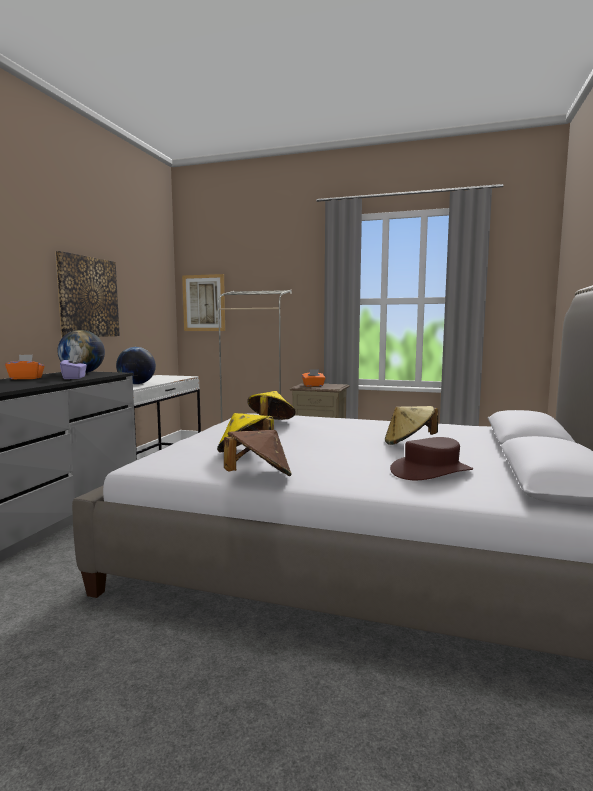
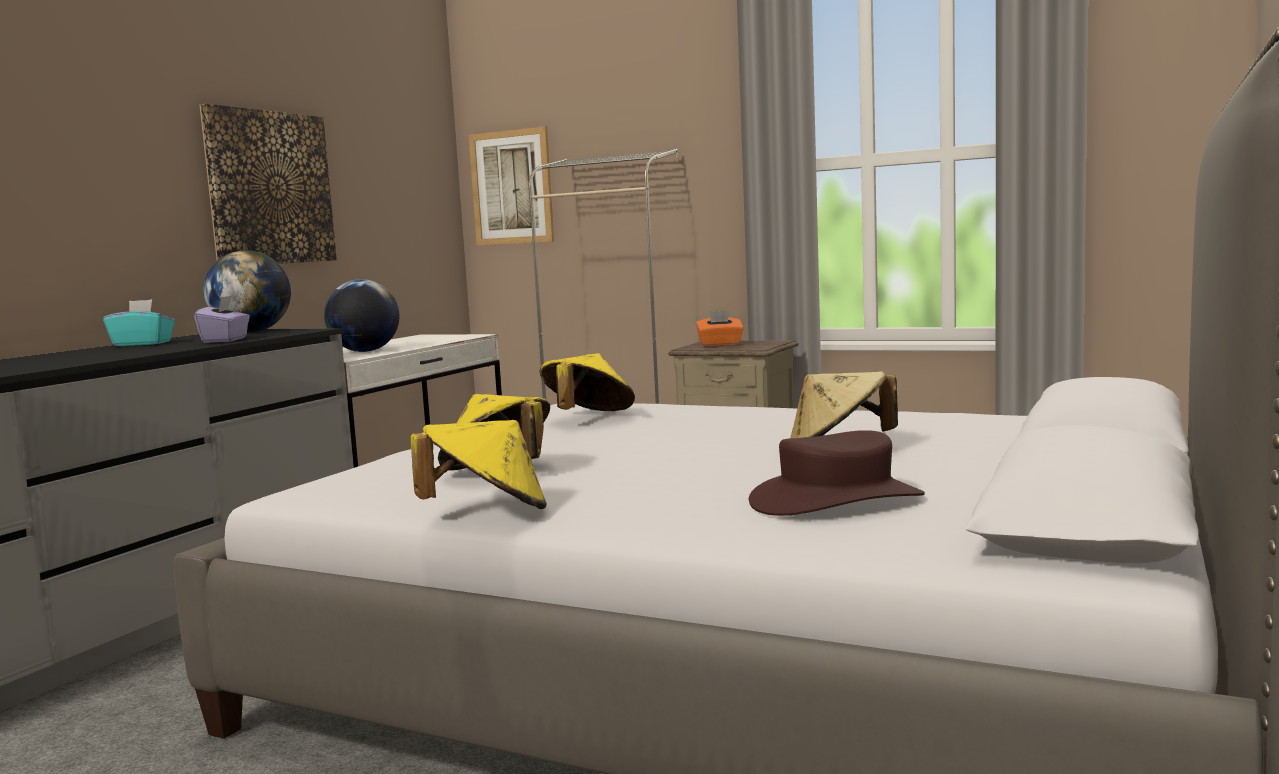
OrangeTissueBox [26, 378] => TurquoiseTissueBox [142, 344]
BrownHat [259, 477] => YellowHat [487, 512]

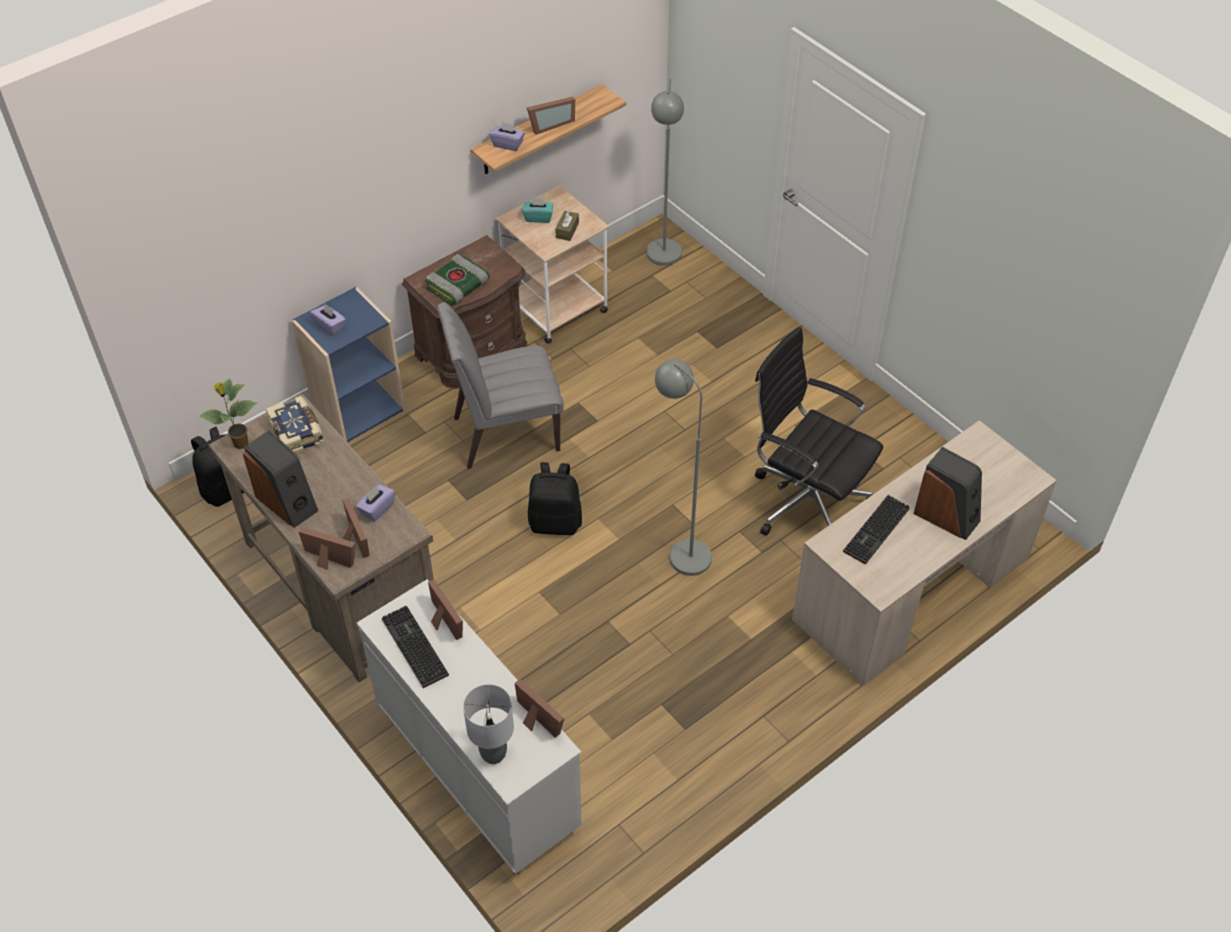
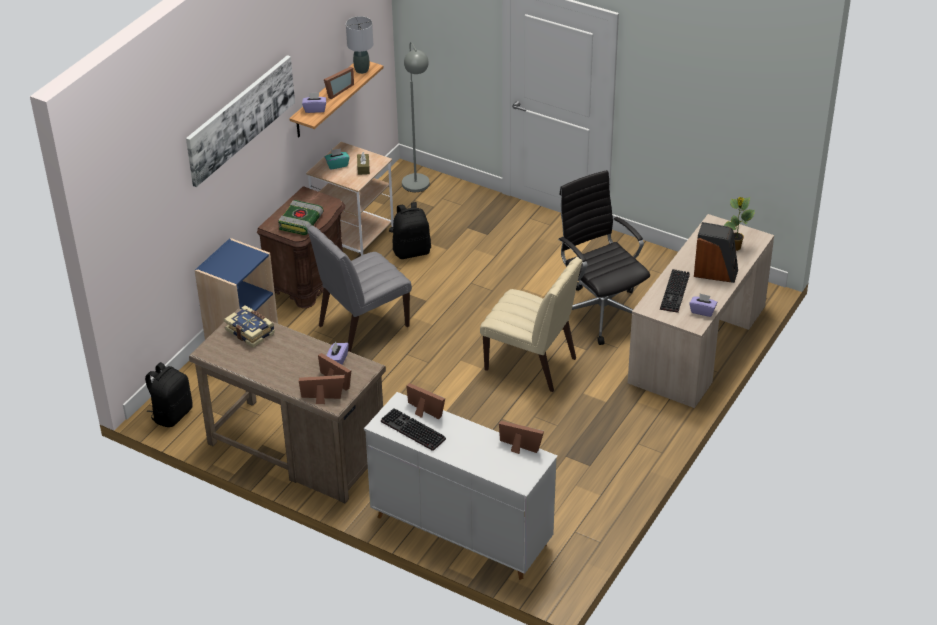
nothing => Picture [240, 119]
GreyTableLamp [493, 753] => GreyTableLamp [361, 70], relocated
BlackBackpack [555, 522] => BlackBackpack [412, 251], relocated
GreyFloorLamp [681, 551] => BeigeChair [530, 364]
BlackOfficeChair [806, 500] => BlackOfficeChair [600, 311], 45 degrees clockwise
PurpleTissueBox [330, 326] => PurpleTissueBox [702, 311], relocated
PottedPlant [240, 444] => PottedPlant [735, 248], relocated
Speaker [287, 502] => nothing

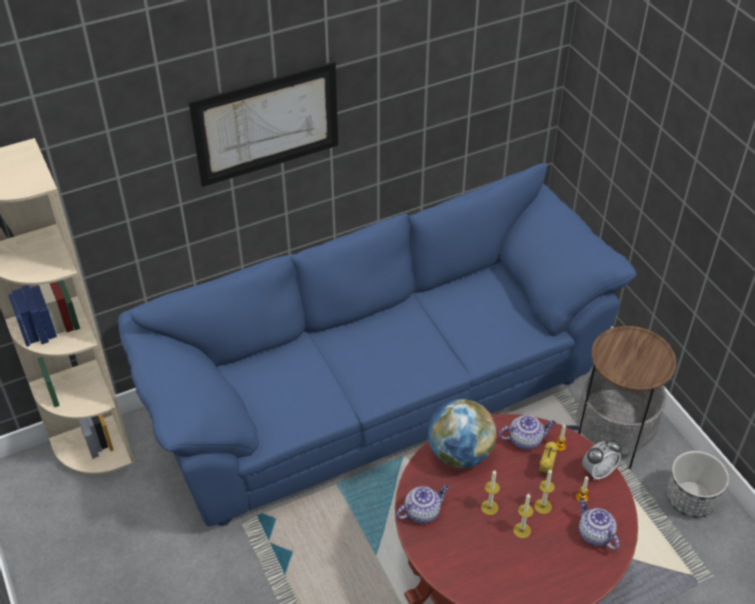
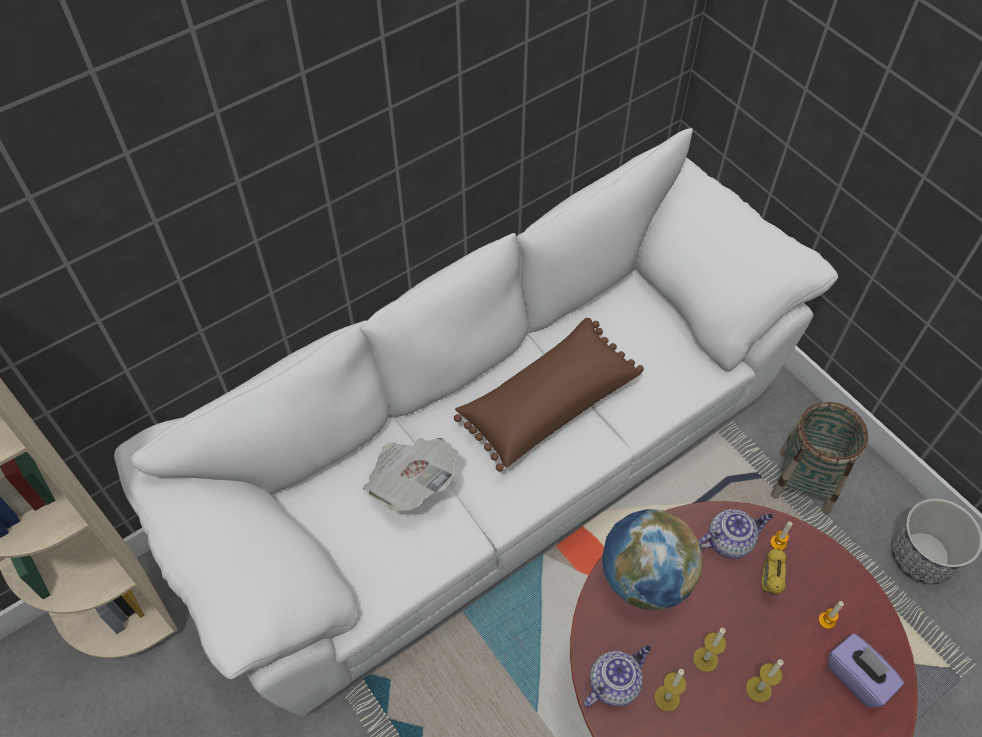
BlueSofa [378, 399] => WhiteSofa [492, 473]
nothing => Newspaper [411, 482]
nothing => BrownPillow [547, 403]
Candle [543, 506] => Candle [667, 698], relocated
SideTable [612, 437] => Basket [804, 481]
Teapot [594, 534] => PurpleTissueBox [858, 677]
Picture [266, 124] => nothing
AlarmClock [598, 471] => nothing

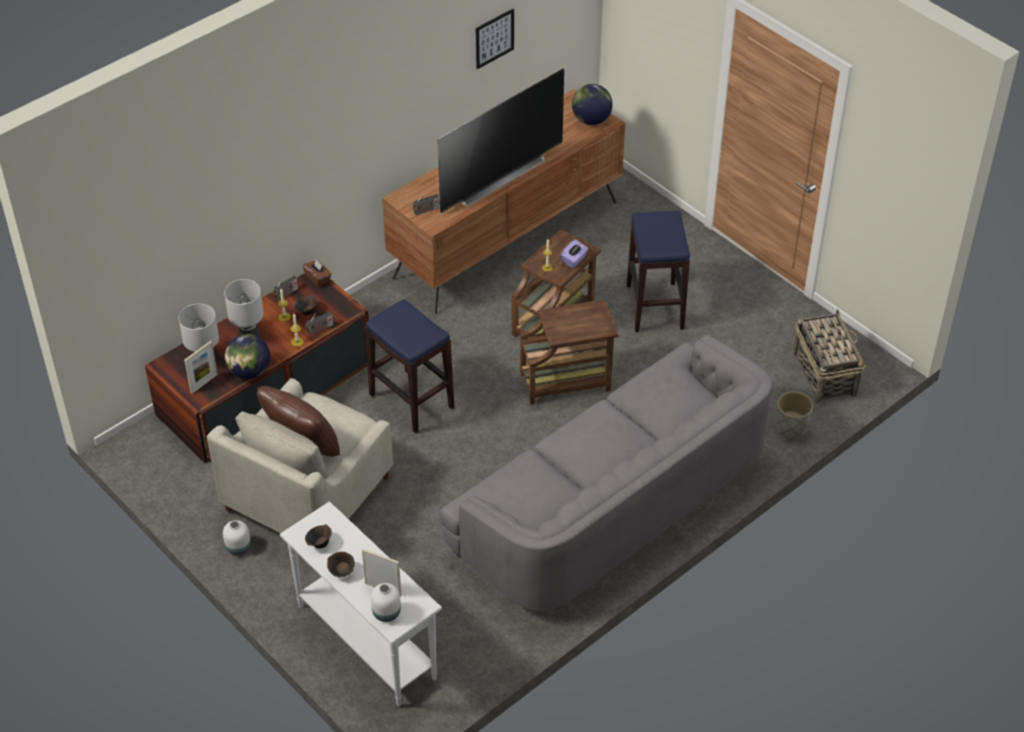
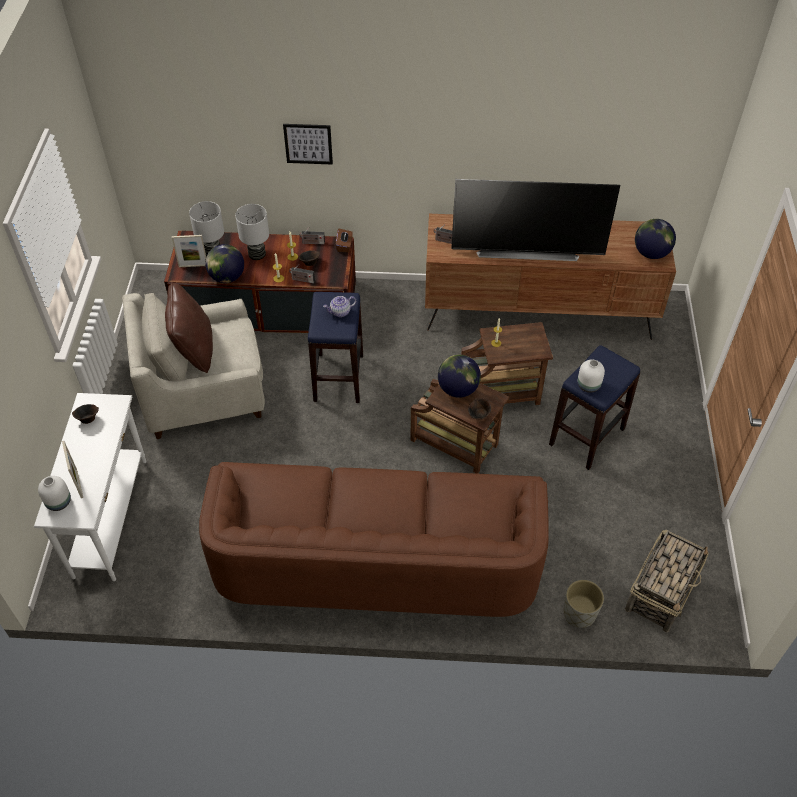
GreySofa [613, 503] => BrownSofa [376, 558]
Picture [494, 38] => Picture [308, 143], relocated
nothing => Teapot [340, 312]
nothing => Globe [458, 389]
BrownBowl [342, 572] => BrownBowl [479, 415], relocated
WhiteVase [237, 547] => WhiteVase [588, 385], relocated
PurpleTissueBox [574, 260] => nothing

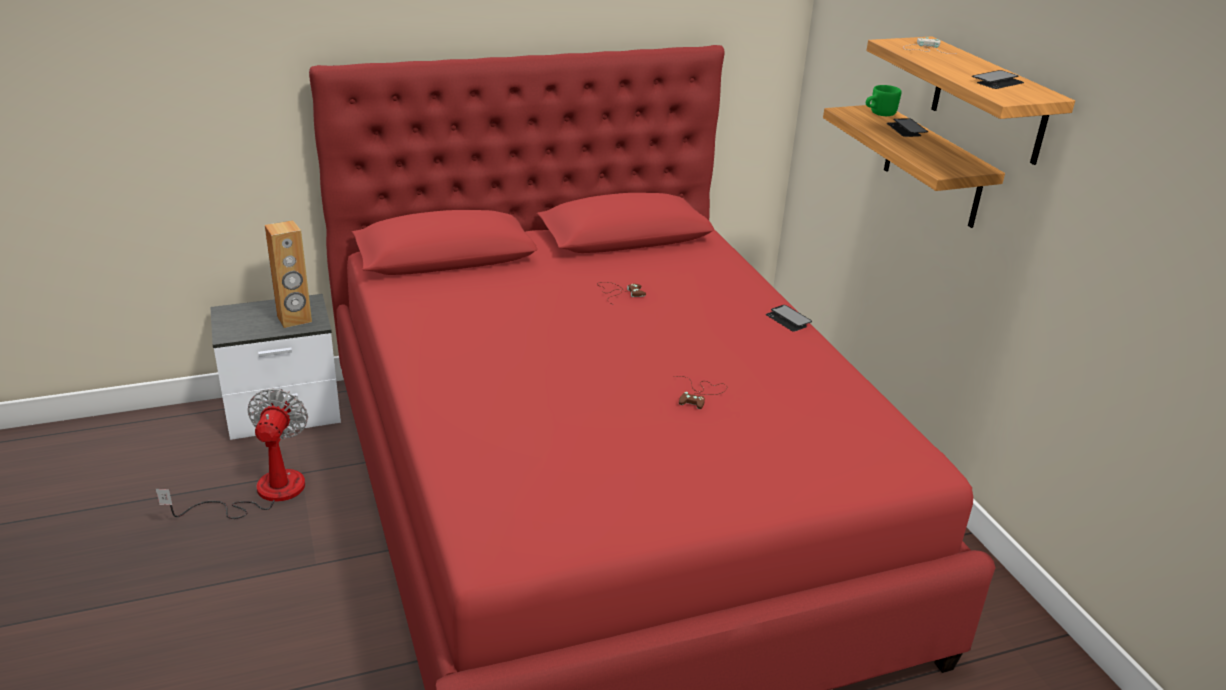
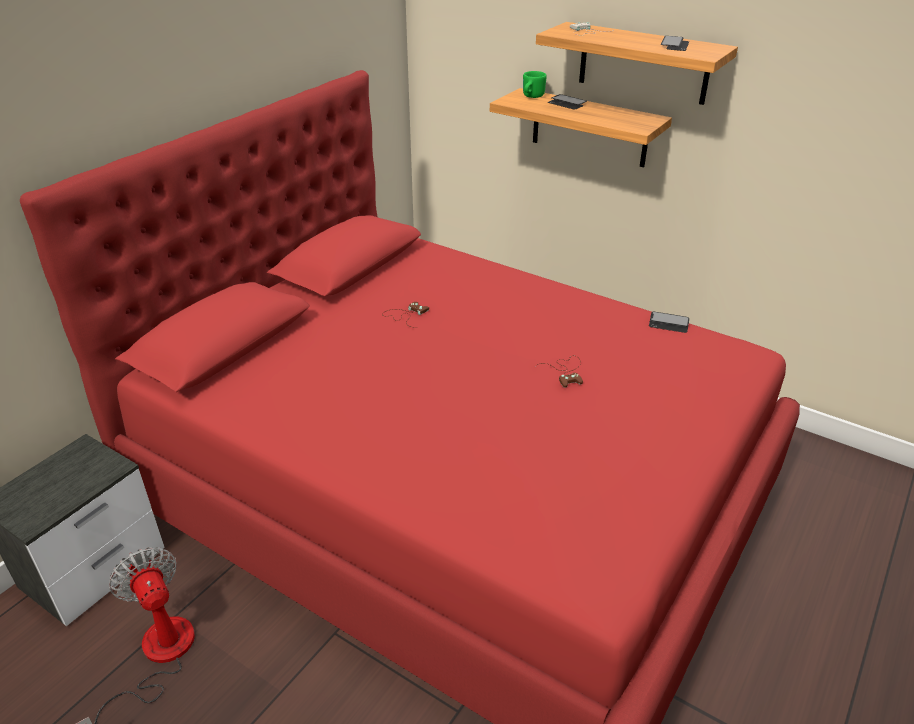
Phone [788, 319] => Phone [668, 323], relocated
BrownSpeaker [294, 319] => nothing

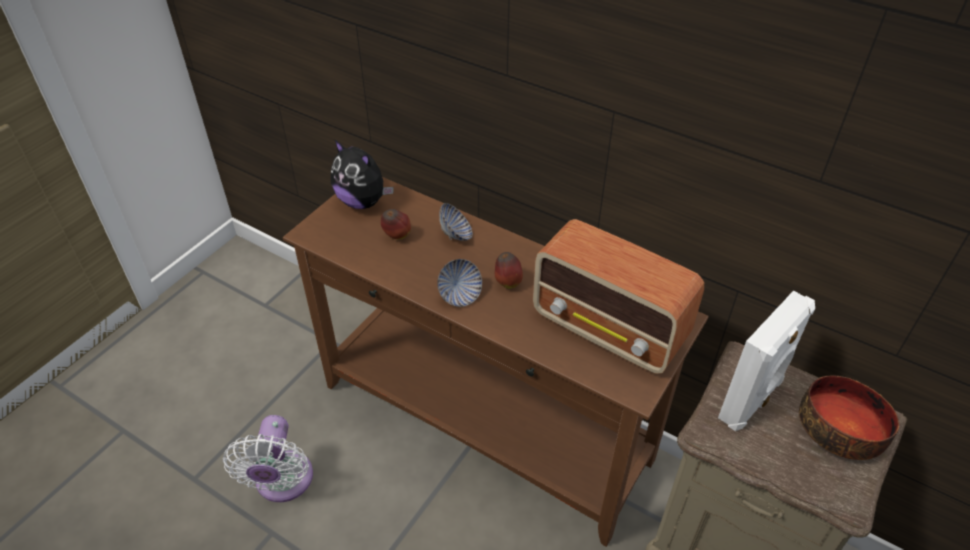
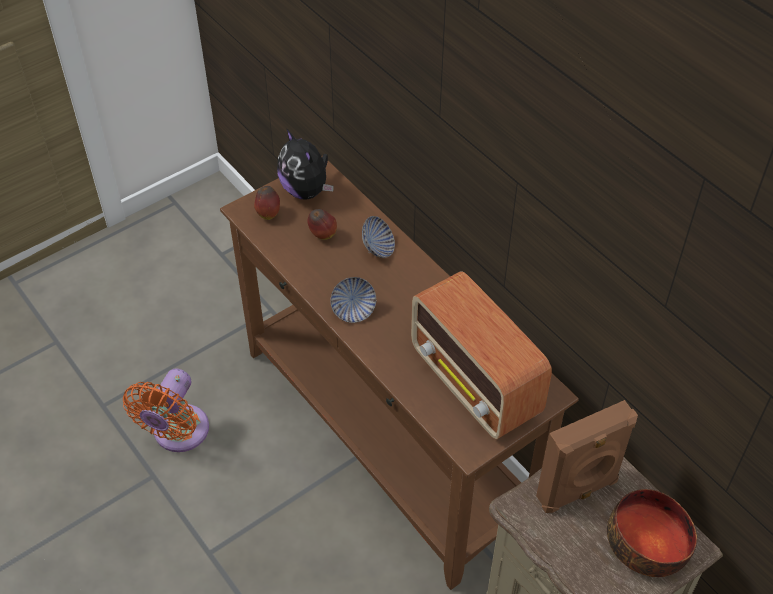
WhiteFan [282, 483] => OrangeFan [178, 434]
Apple [507, 283] => Apple [268, 214], relocated
WhiteSpeaker [752, 400] => BrownSpeaker [578, 491]

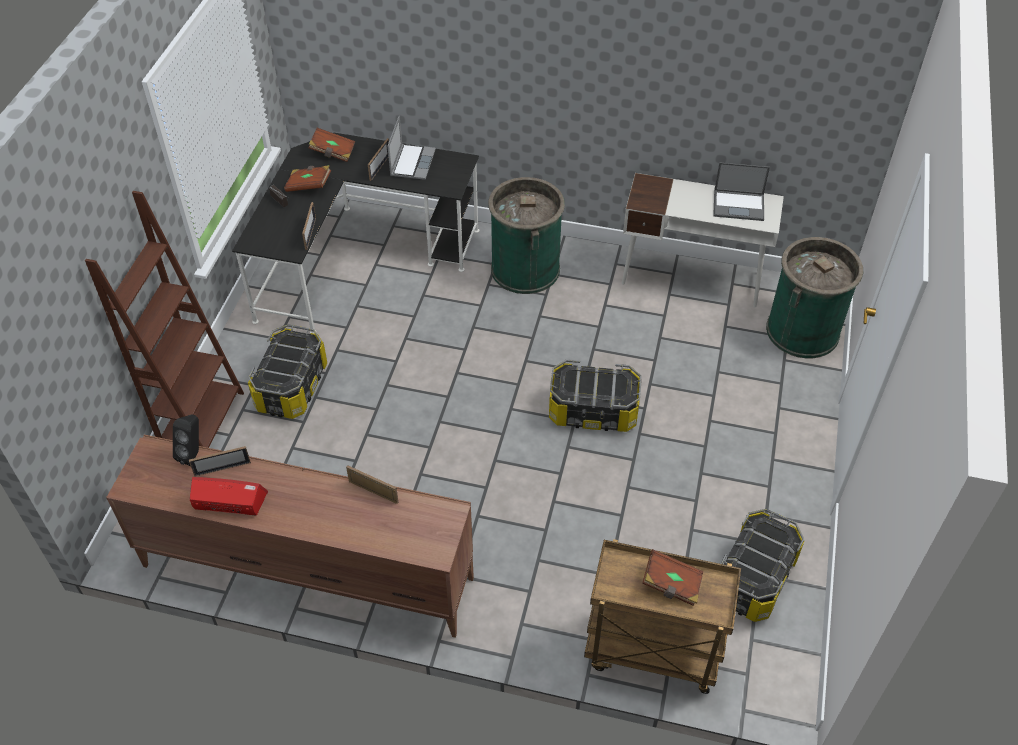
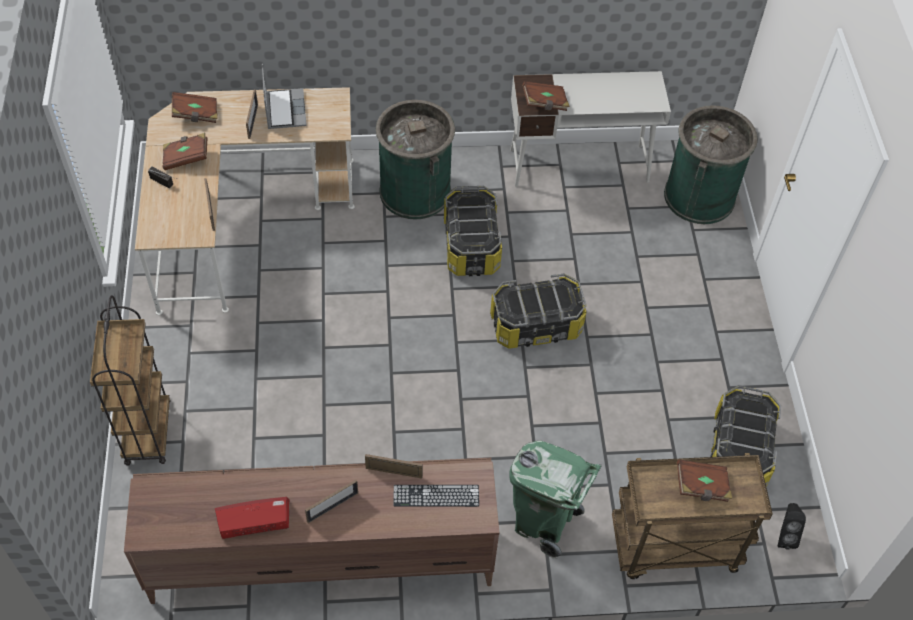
BrownBookcase [202, 421] => BrownCart [148, 434]
BlackDesk [357, 257] => BeigeDesk [238, 217]
PictureFrame [222, 468] => PictureFrame [332, 507], relocated
nothing => Keyboard [436, 496]
StorageBox [291, 386] => StorageBox [470, 245], relocated
nothing => GreenTrashCan [543, 523]
nothing => BrownBook [545, 103]
BlackSpeaker [193, 454] => BlackSpeaker [784, 535], relocated
Laptop [739, 205] => nothing

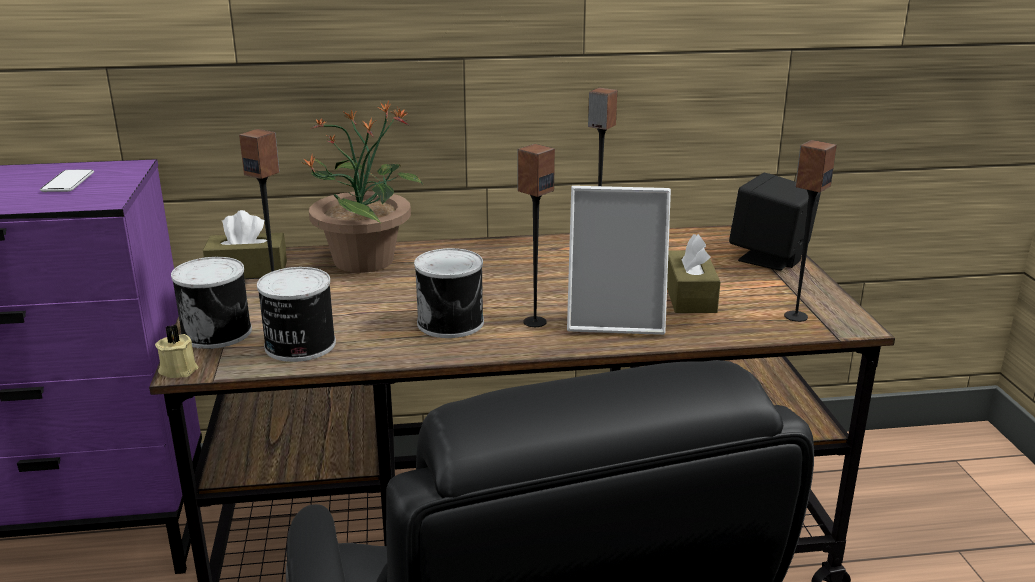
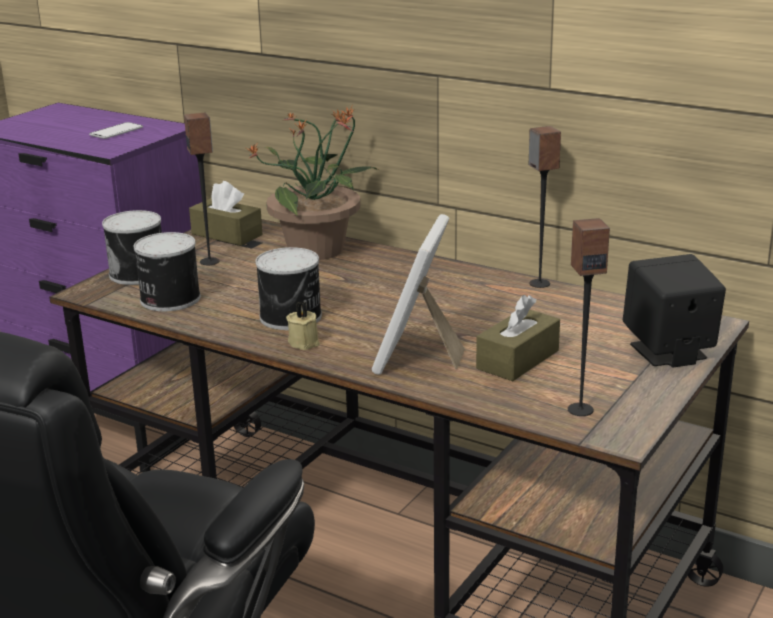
BeigeCandle [178, 369] => BeigeCandle [304, 342], relocated
PictureFrame [616, 319] => PictureFrame [418, 356], 60 degrees clockwise
Speaker [534, 322] => nothing

